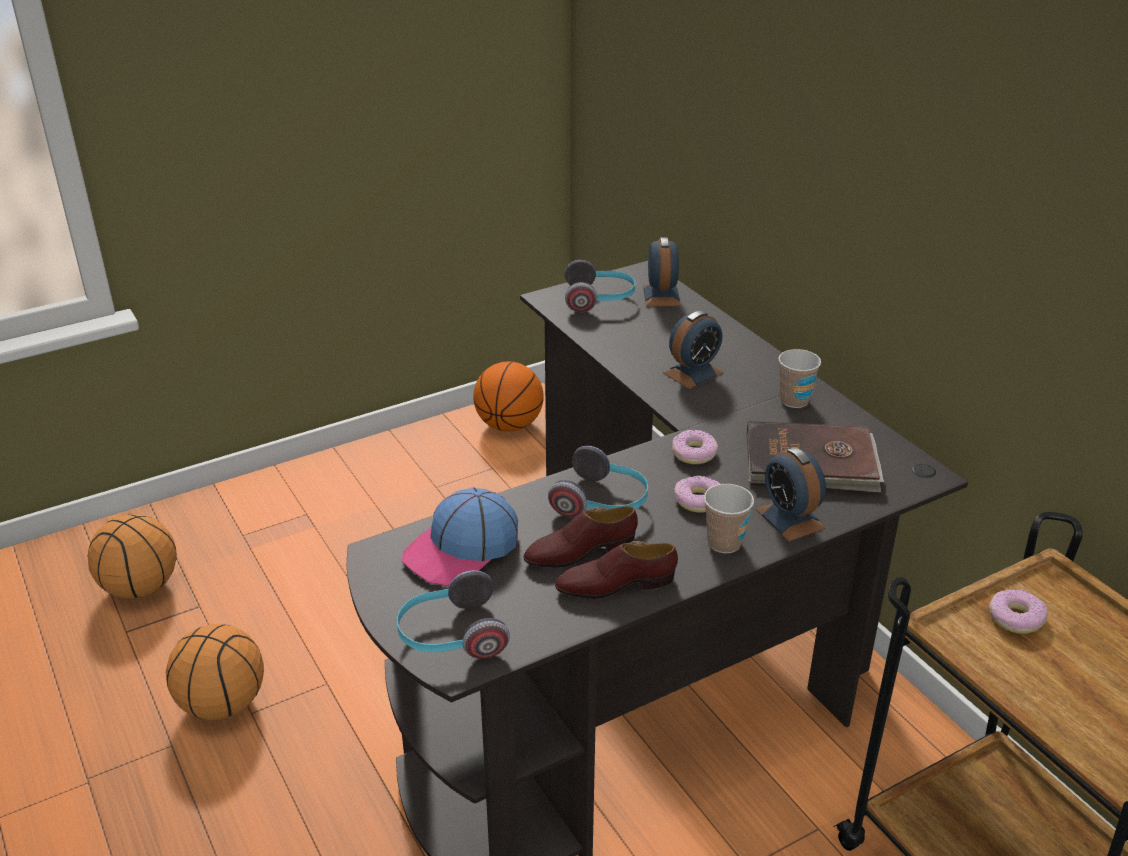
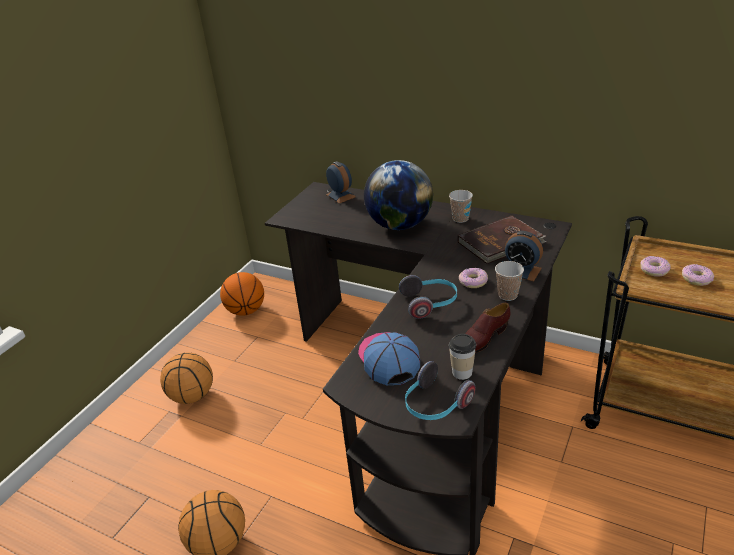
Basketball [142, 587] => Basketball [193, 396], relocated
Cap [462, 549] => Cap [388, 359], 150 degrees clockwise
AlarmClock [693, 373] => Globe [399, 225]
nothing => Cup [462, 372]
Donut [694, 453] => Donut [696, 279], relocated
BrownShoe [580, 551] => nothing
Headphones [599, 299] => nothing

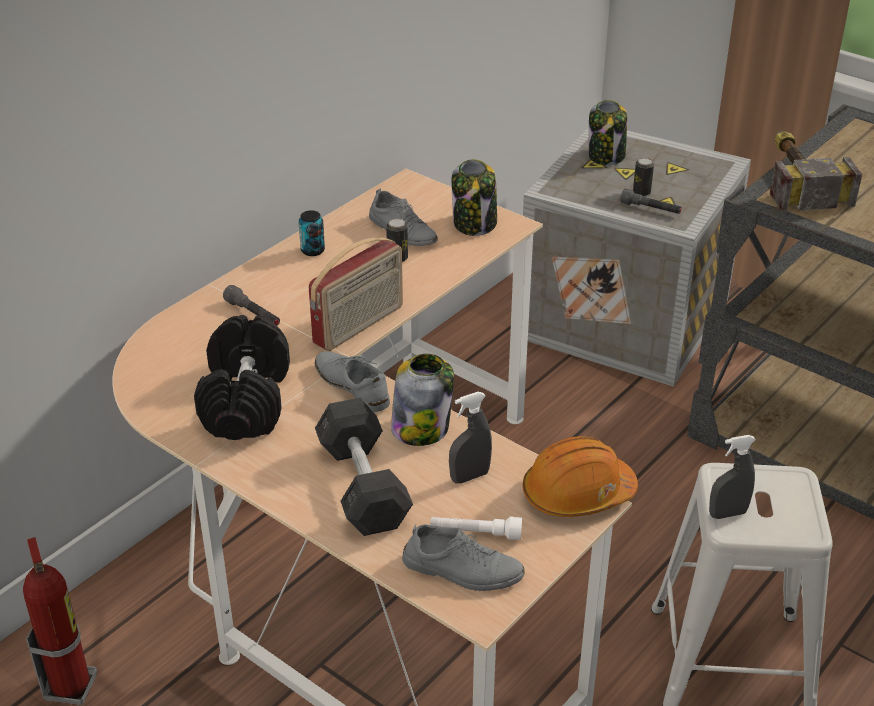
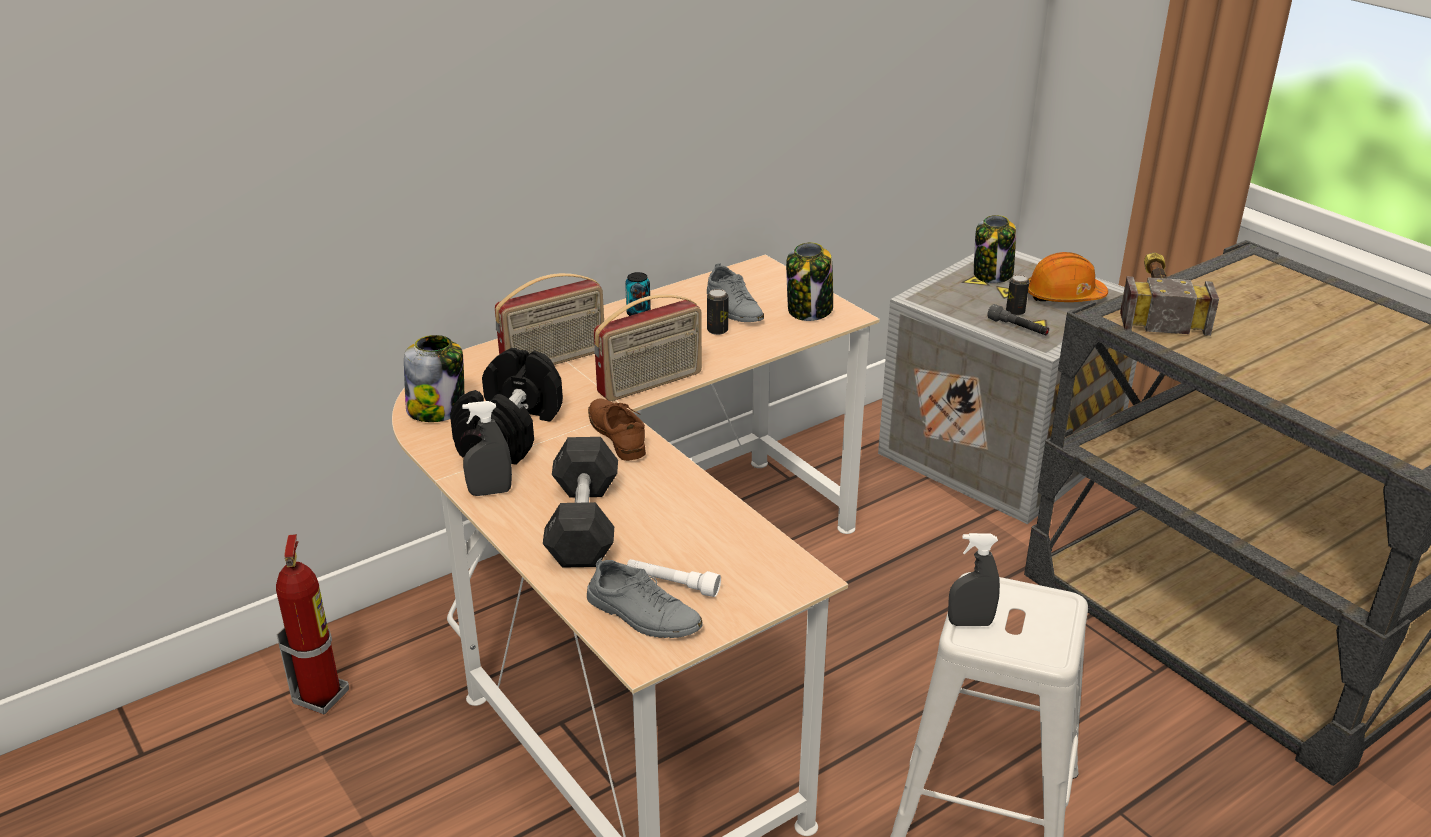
Jar [421, 428] => Jar [437, 409], relocated
GreySprayBottle [469, 476] => GreySprayBottle [490, 492], relocated
GreyFlashlight [253, 314] => Radio [554, 360]
GreyShoe [352, 386] => BrownShoe [617, 435]
OrangeHardHat [577, 494] => OrangeHardHat [1063, 296], relocated

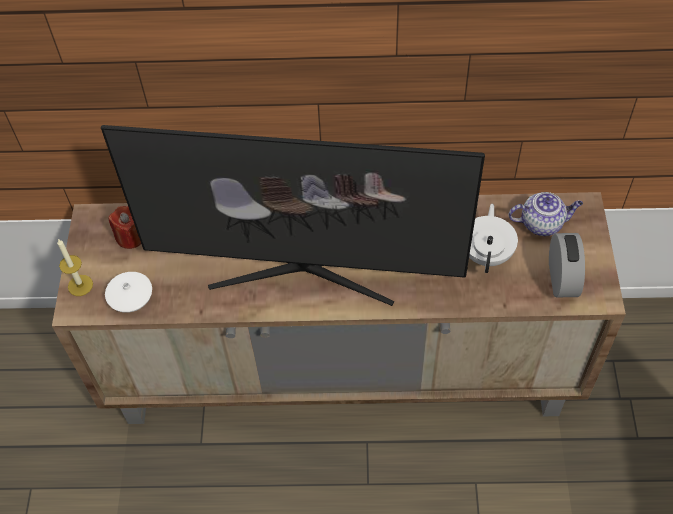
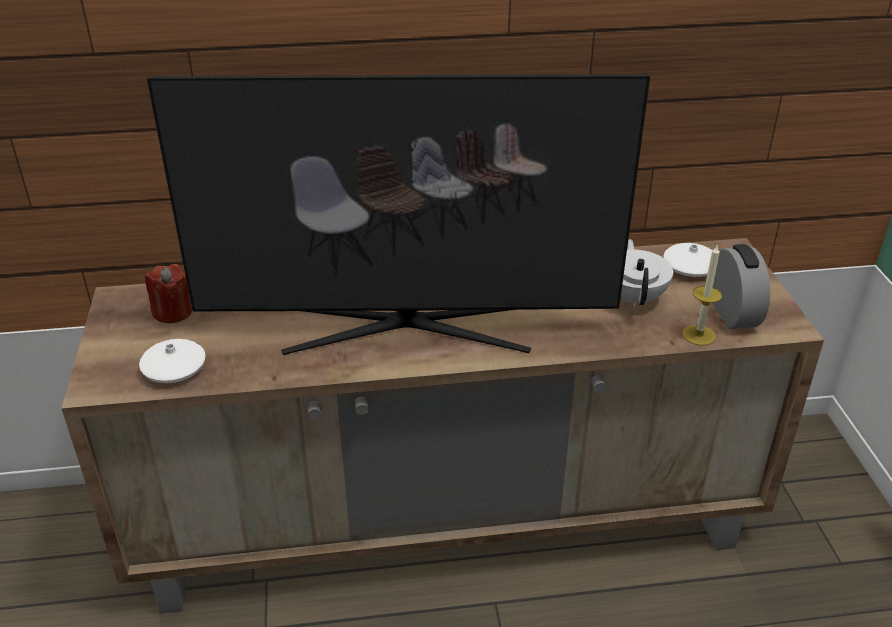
Teapot [542, 223] => WhiteVase [690, 267]
Candle [80, 285] => Candle [699, 335], relocated

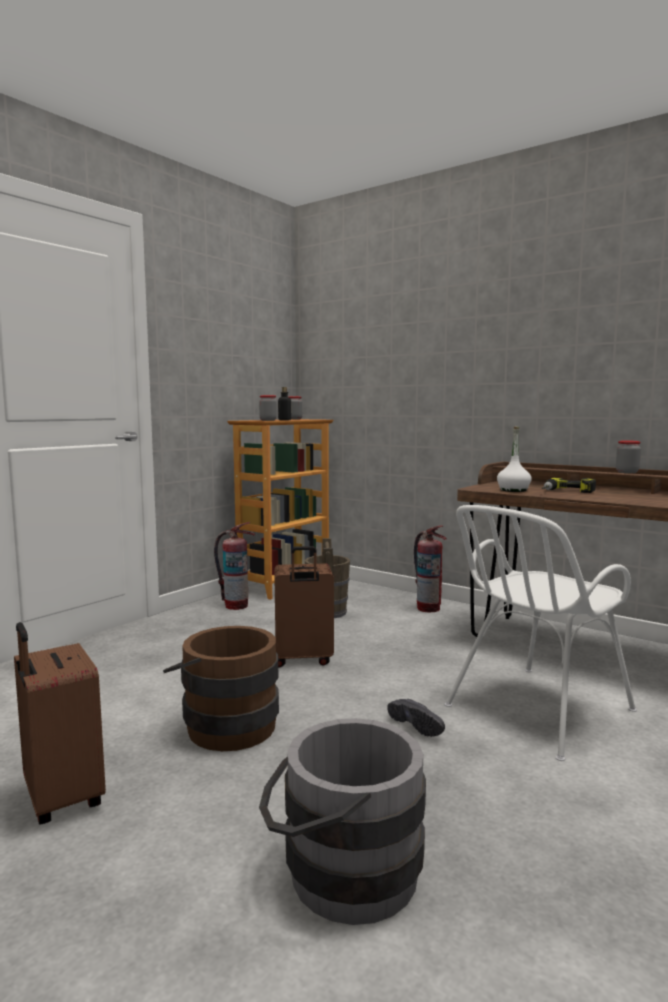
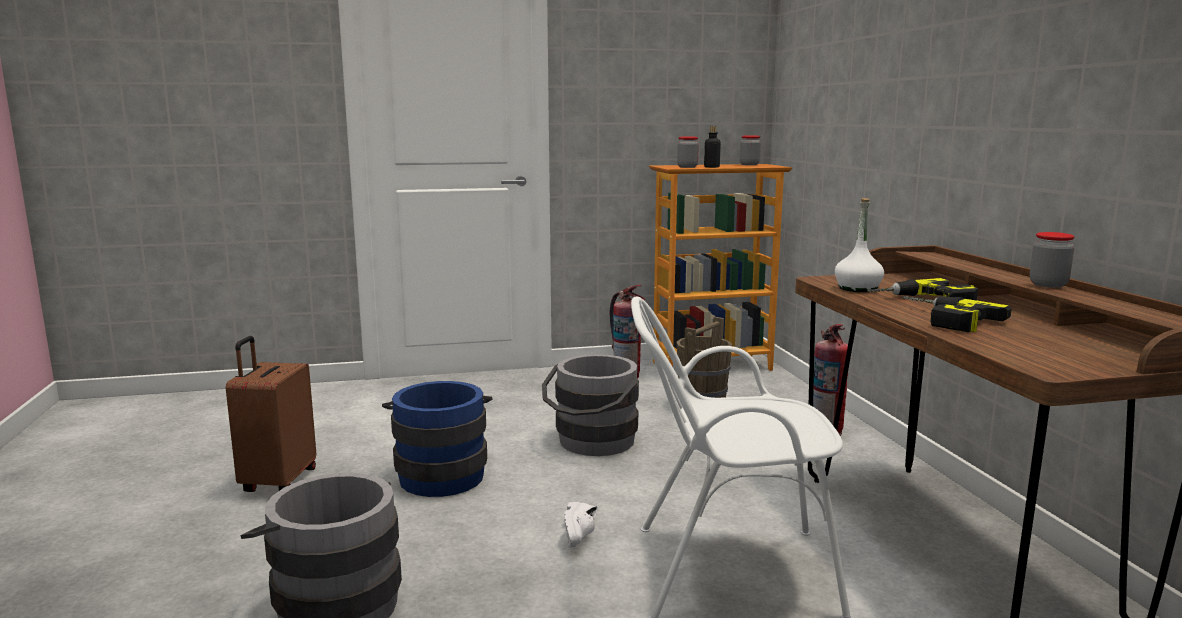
BrownBucket [225, 725] => BlueBucket [441, 473]
BrownSuitcase [303, 660] => GreyBucket [592, 443]
BlackShoe [419, 725] => WhiteShoe [582, 535]
nothing => PowerDrill [941, 319]

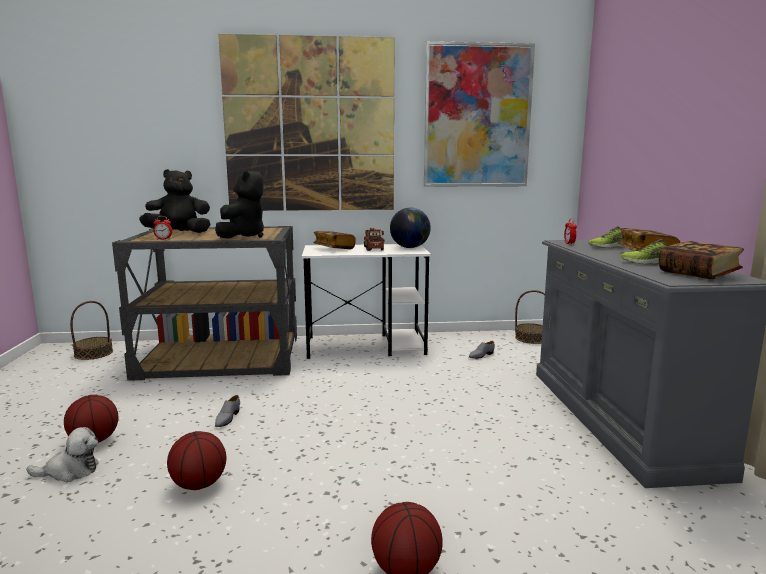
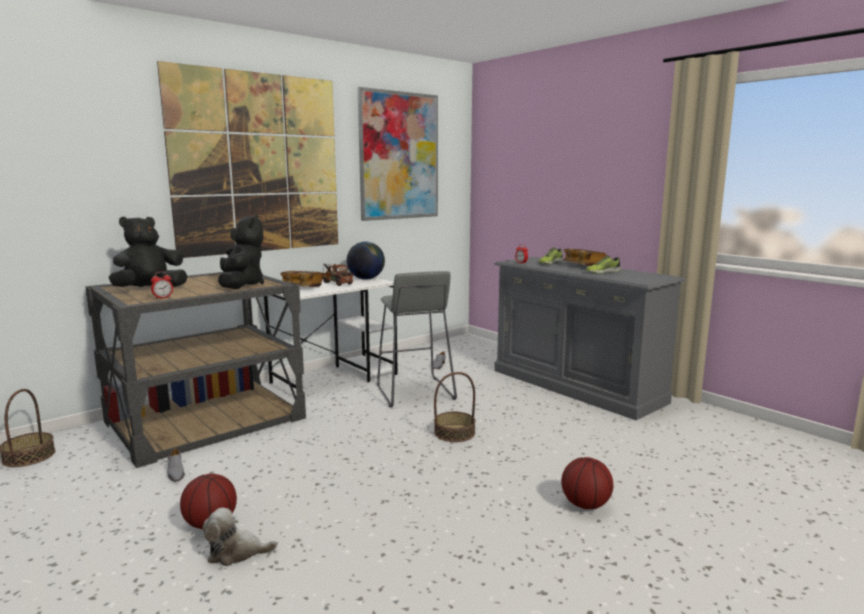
GreyShoe [227, 418] => GreyShoe [176, 473], relocated
PlushToy [70, 471] => PlushToy [236, 552], 135 degrees counterclockwise
nothing => GreyStool [414, 392]
Basket [531, 338] => Basket [454, 433], relocated
Basketball [199, 484] => nothing
Book [698, 274] => nothing

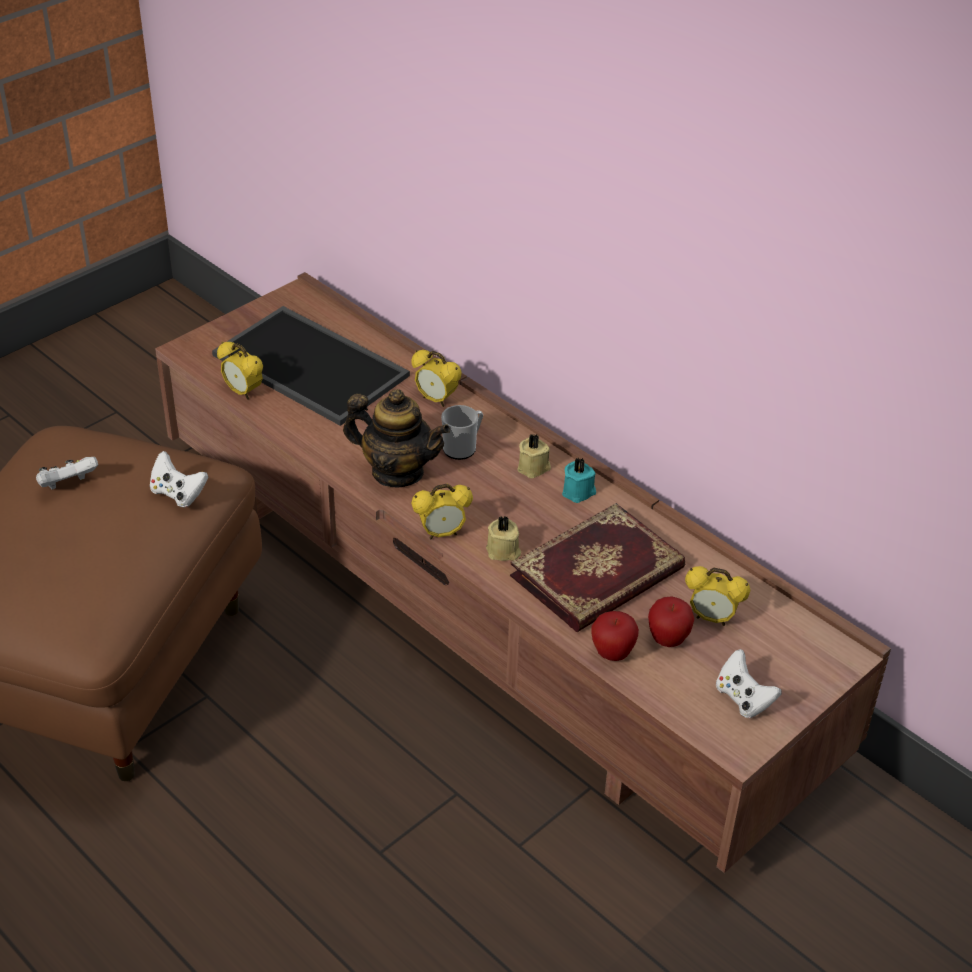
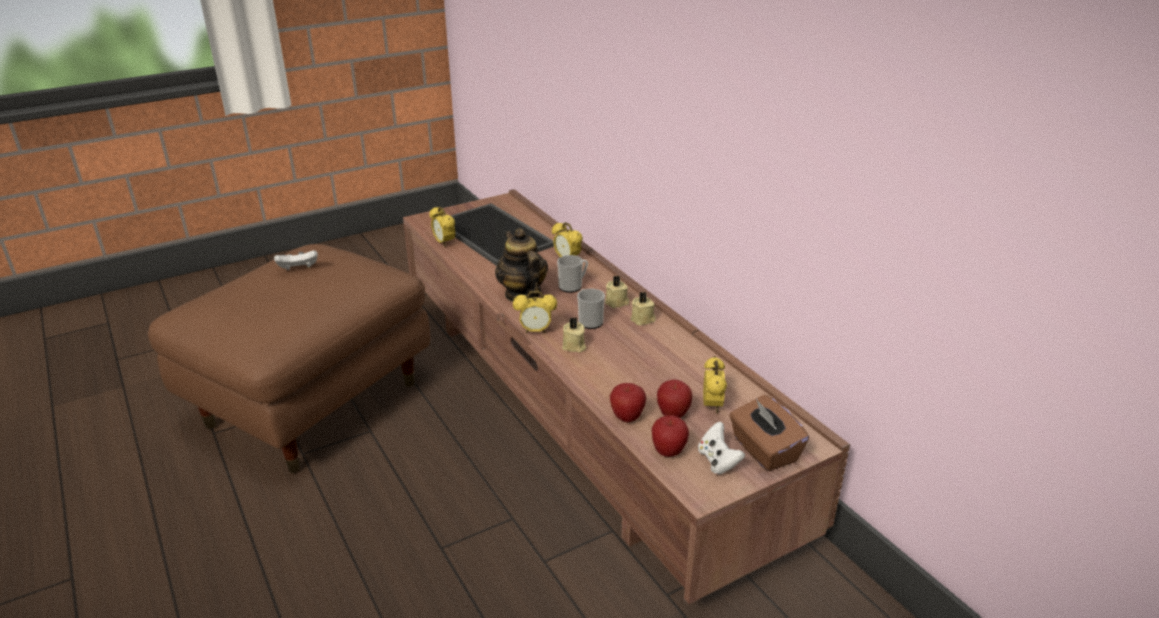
Teapot [397, 472] => Teapot [522, 294], 150 degrees counterclockwise
nothing => Mug [589, 321]
TurquoiseCandle [579, 492] => BeigeCandle [643, 319]
nothing => Apple [668, 452]
AlarmClock [711, 618] => AlarmClock [712, 406], 120 degrees counterclockwise
nothing => BrownTissueBox [764, 450]
WhiteGameController [178, 494] => nothing
Book [599, 574] => nothing

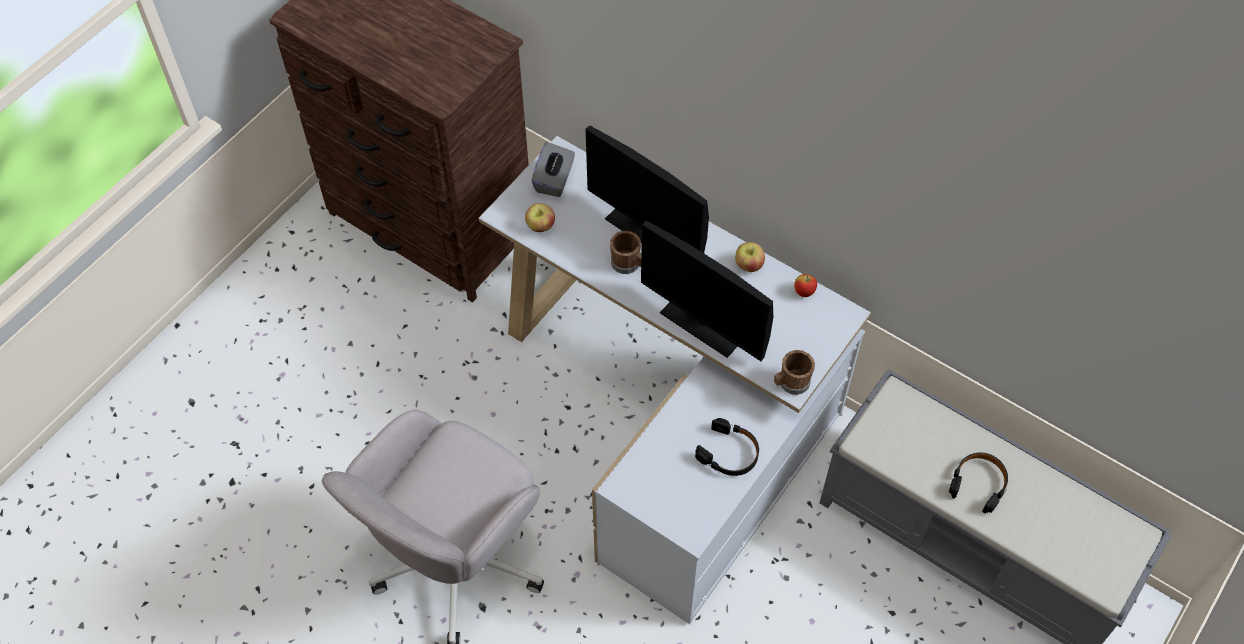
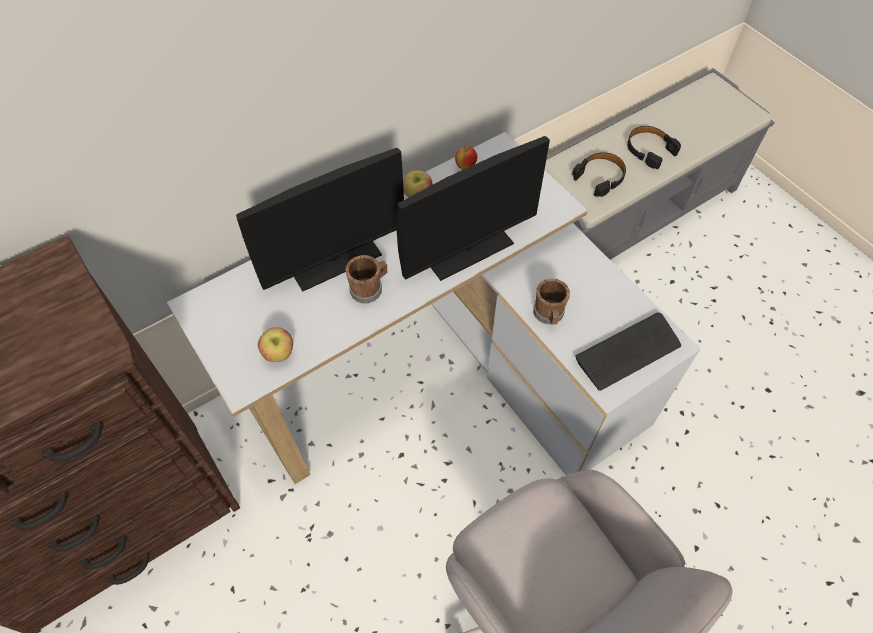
BrownMug [791, 383] => BrownMug [549, 315], relocated
BlackHeadphones [729, 453] => BlackHeadphones [600, 177], relocated
nothing => Keyboard [628, 352]
GreyTissueBox [554, 180] => nothing

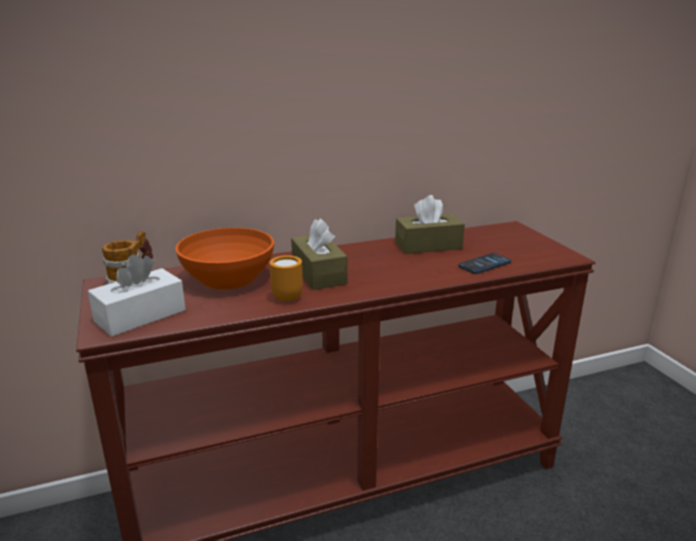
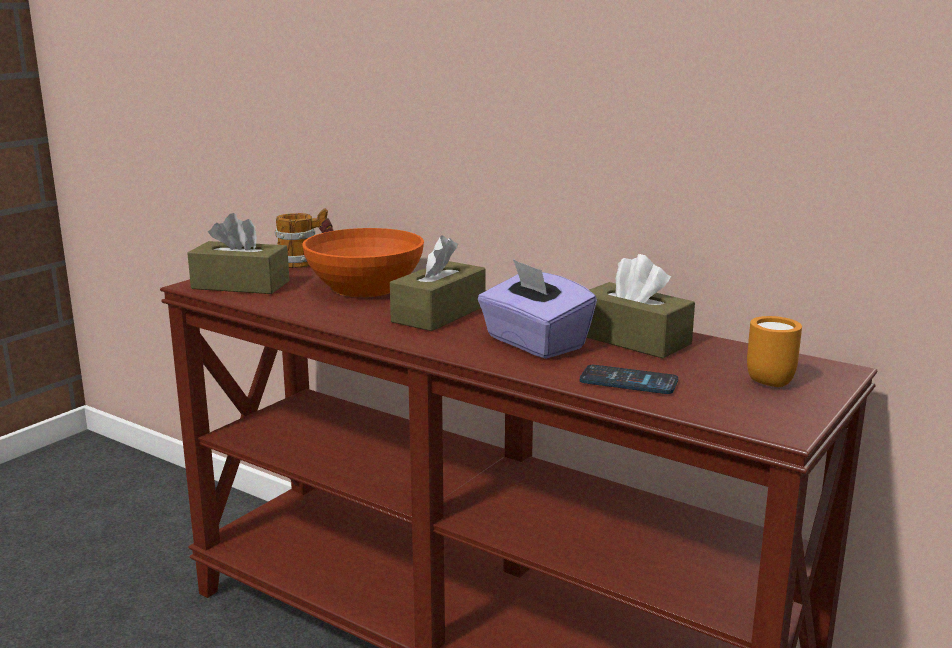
WhiteTissueBox [140, 315] => BrownTissueBox [240, 285]
nothing => PurpleTissueBox [534, 343]
OrangeMug [287, 296] => OrangeMug [773, 380], relocated

